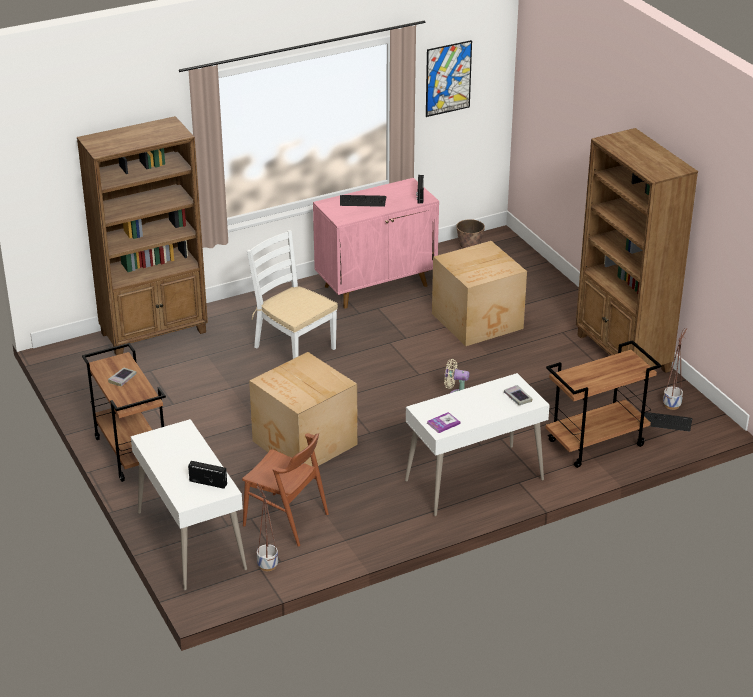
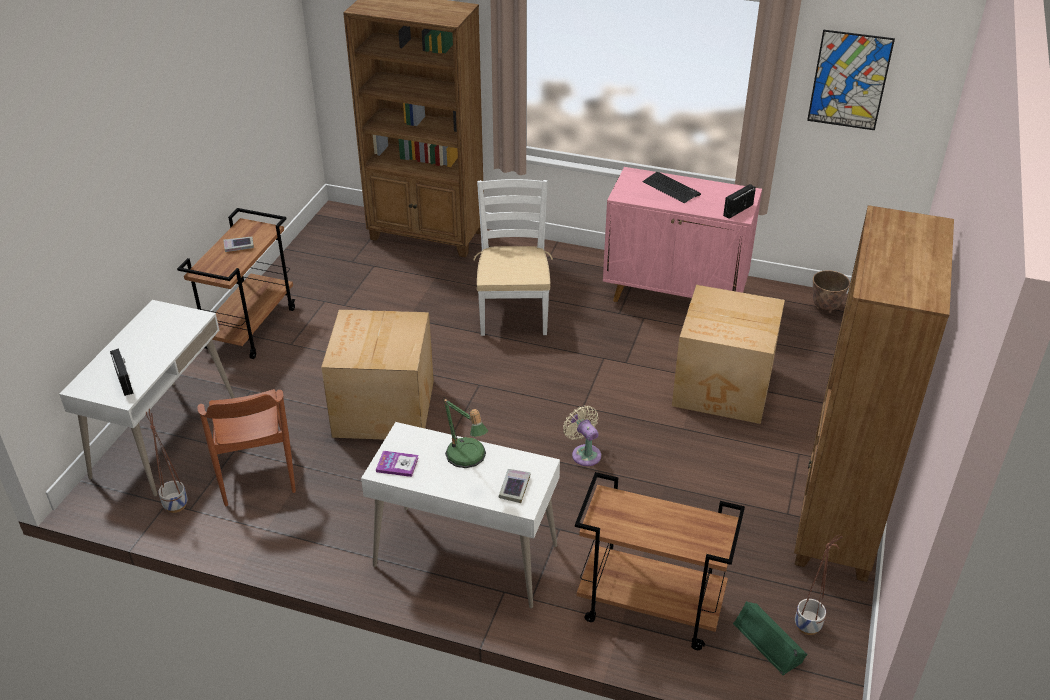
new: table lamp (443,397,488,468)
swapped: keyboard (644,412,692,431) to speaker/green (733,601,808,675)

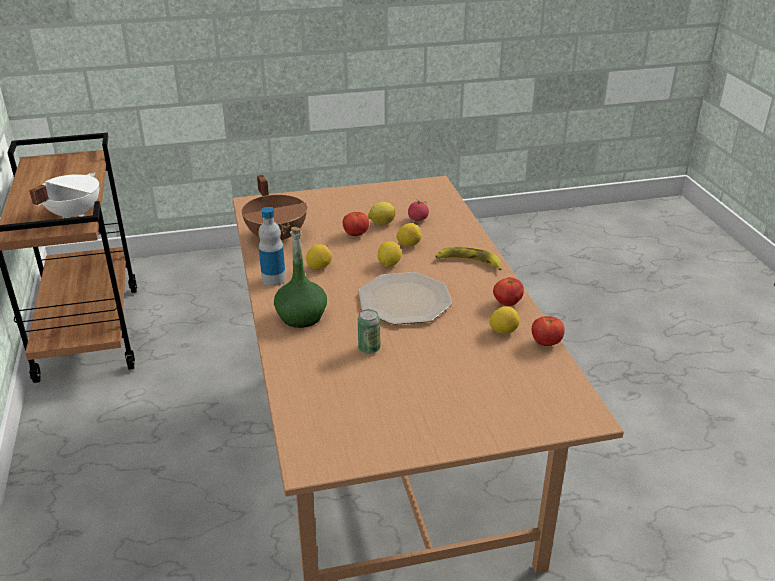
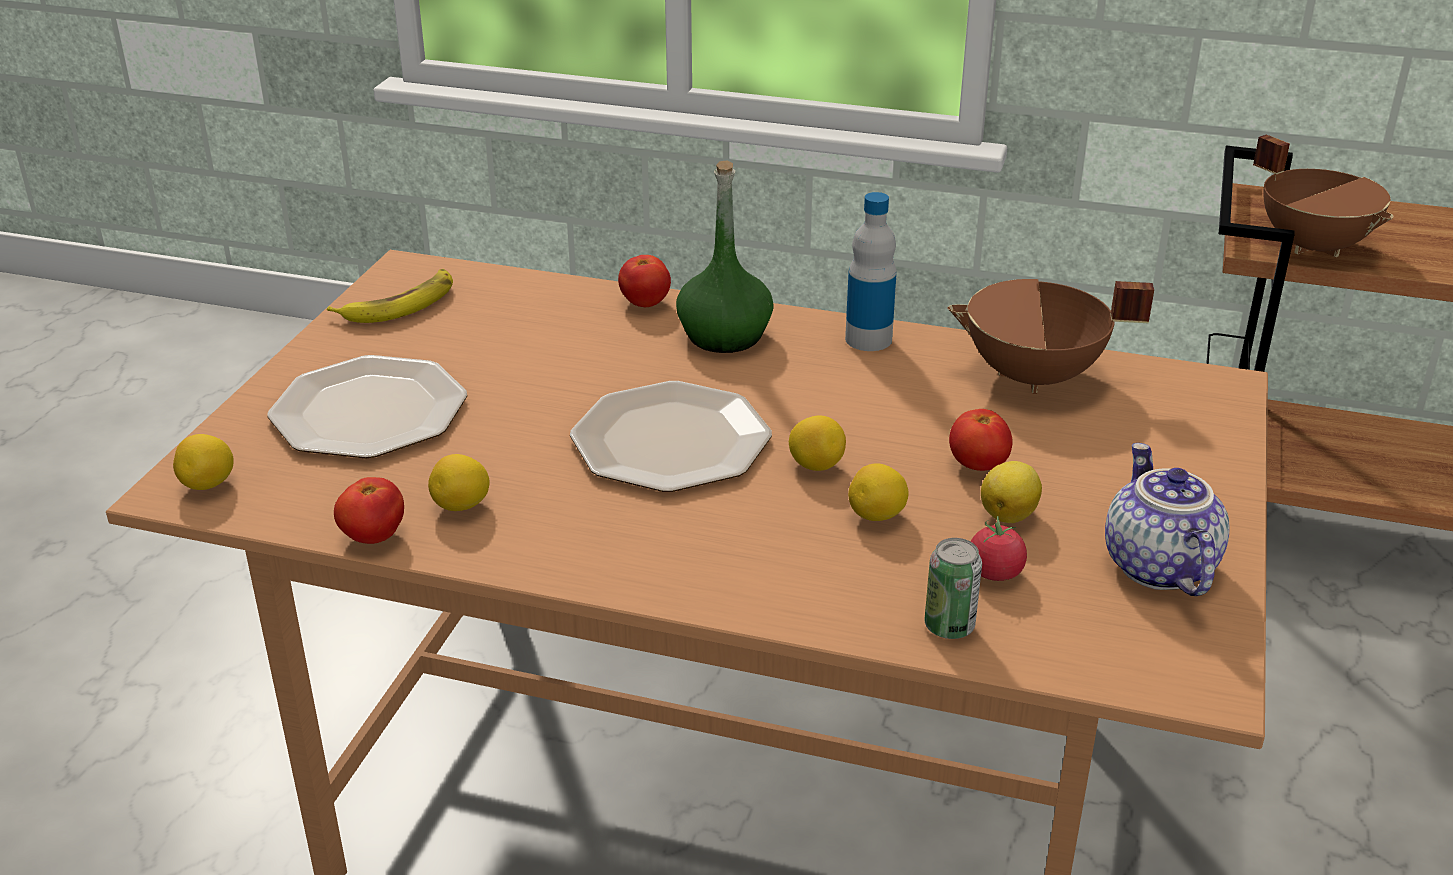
new: plate (267,355,467,459); teapot (1105,443,1230,596)
shifted: lemon (306,244,332,269) to (173,434,234,490); banana (435,246,502,270) to (327,269,453,323); tomato (493,277,524,306) to (618,255,671,307); can (358,309,380,354) to (924,538,982,639)
repainted: cooking pot/white (29,173,99,218) to cooking pot/brown (1253,134,1394,257)

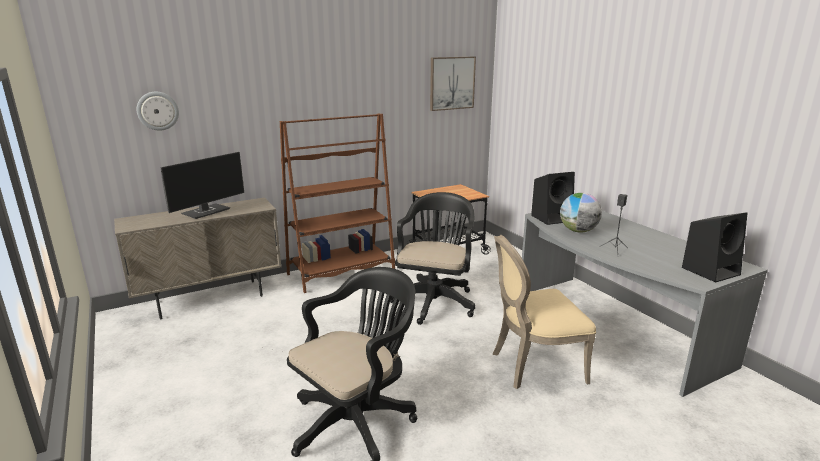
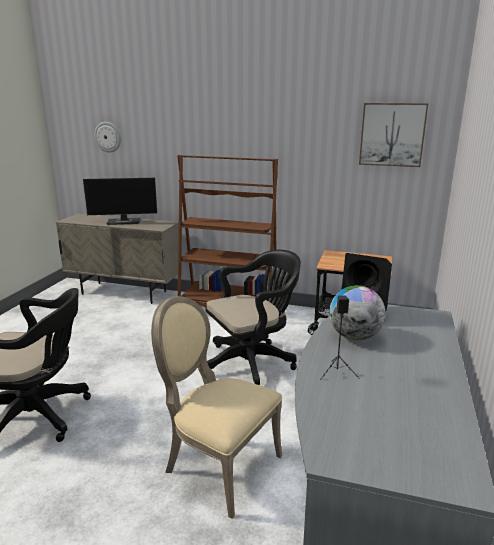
gone: speaker/black (682,212,747,282)

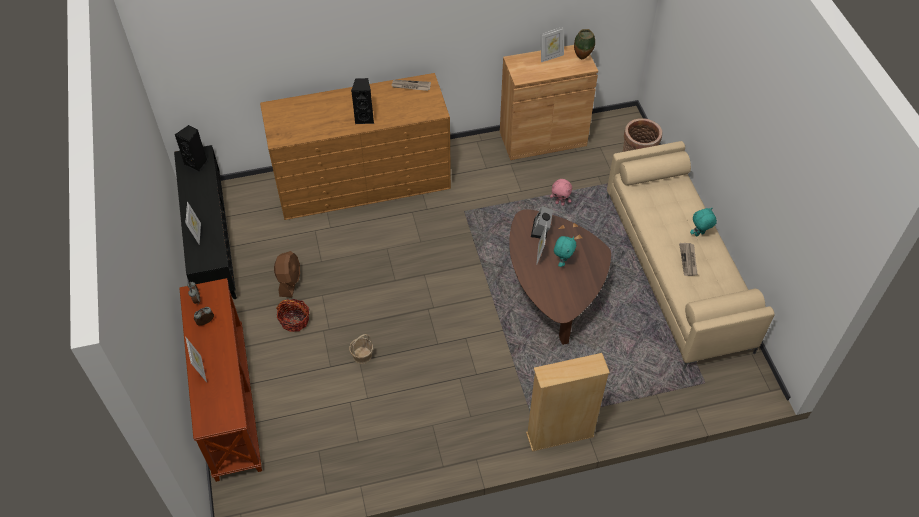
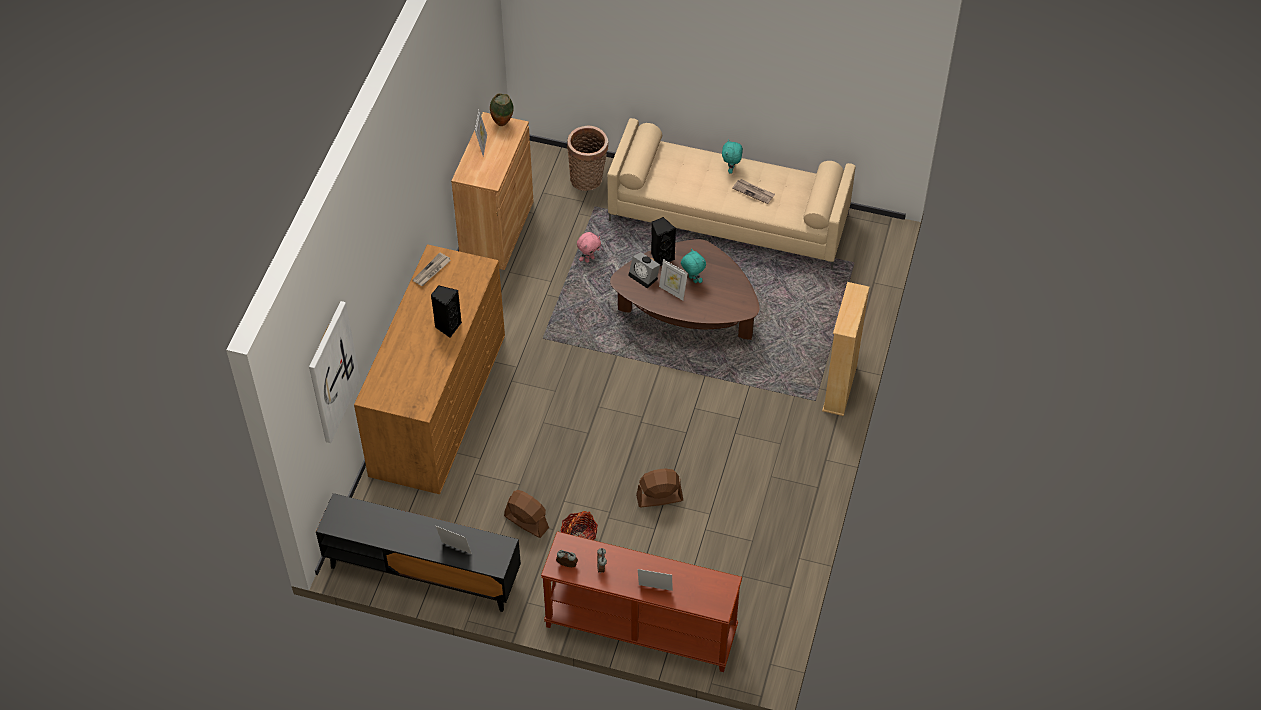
new: picture (309,301,360,443)
shifted: speaker/black (175,125,207,172) to (651,217,676,266)
swapped: basket (349,334,373,364) to fan/brown (636,468,683,507)

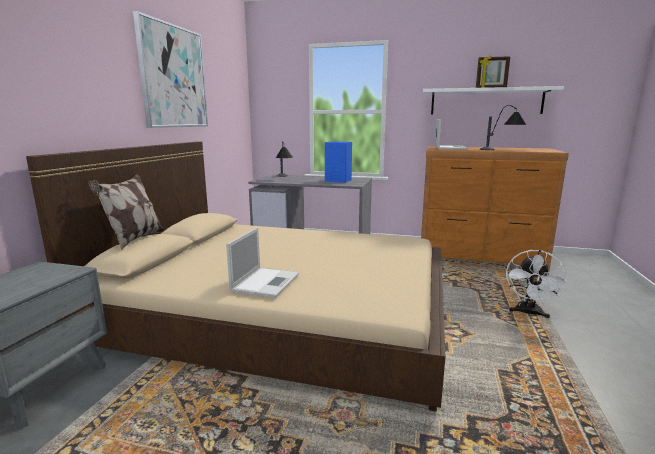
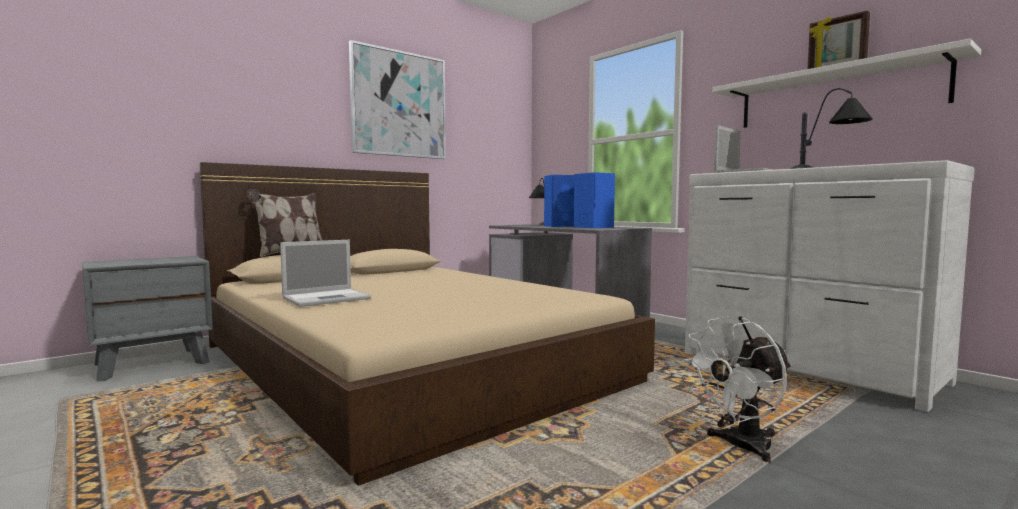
new: speaker/blue (544,175,574,227)
repainted: dresser/brown (421,147,569,271) to dresser/white (685,160,975,412)

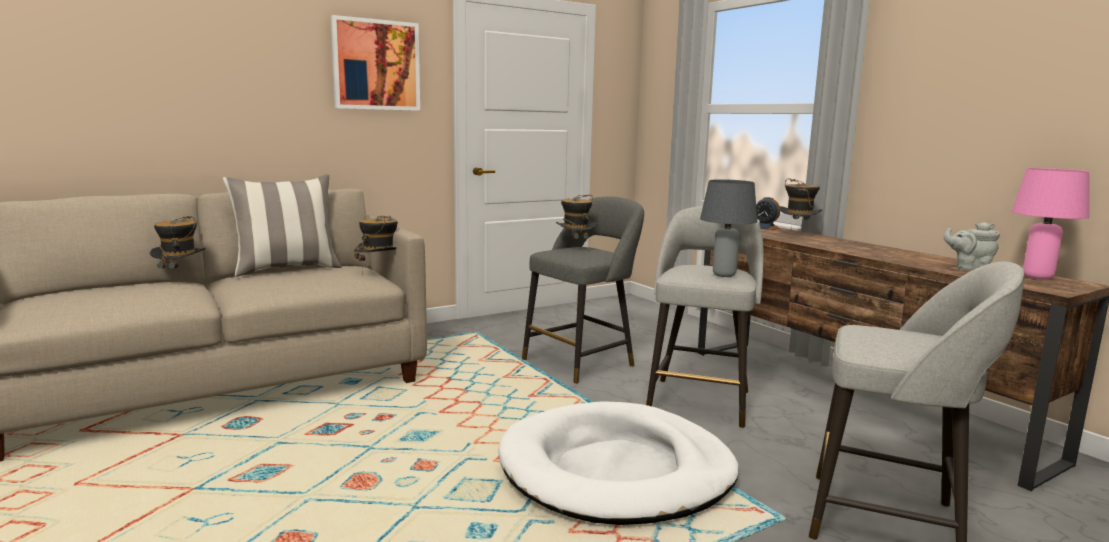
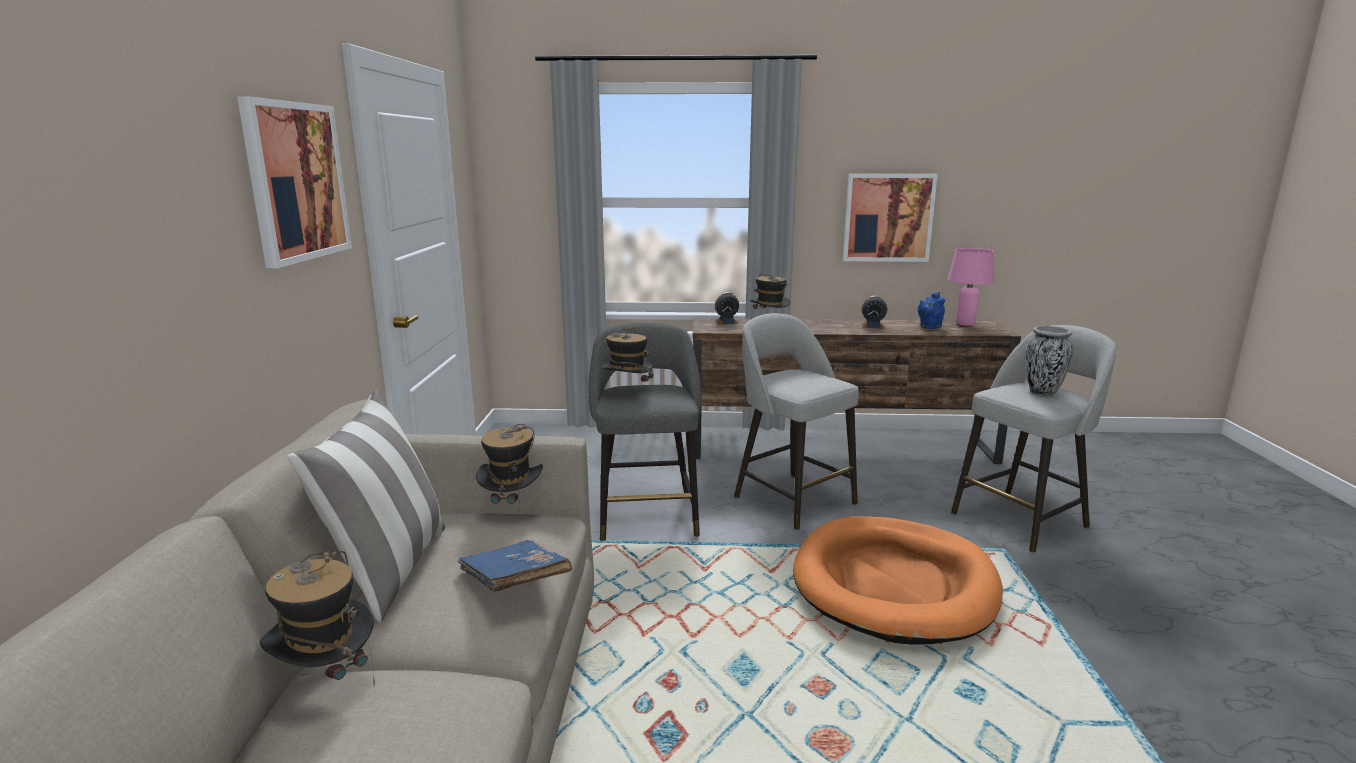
gone: table lamp/grey (700,179,757,277)
new: picture (843,174,938,262); alarm clock (862,296,887,328); vase (1026,326,1074,396); book/blue (458,540,572,592)
repainted: teapot/grey (944,222,1000,270) to teapot/blue (918,292,945,329); dog bed/white (498,401,739,525) to dog bed/orange (793,516,1003,645)

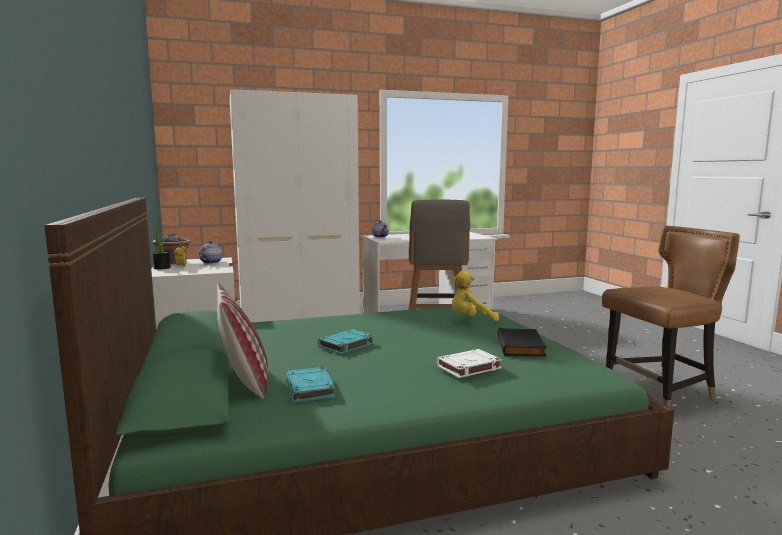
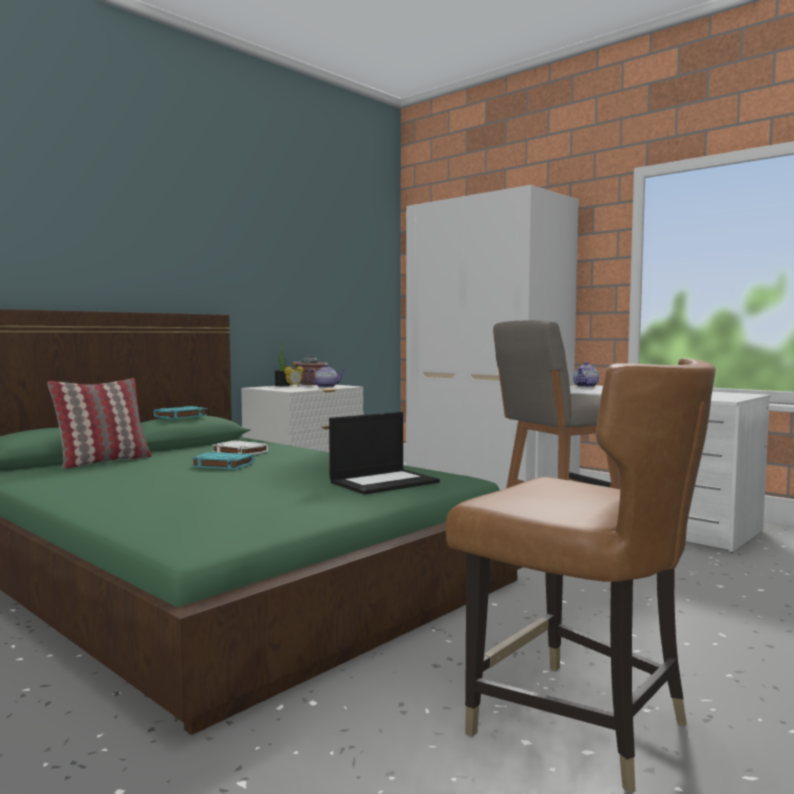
gone: book/black (497,328,547,356)
shifted: book/white (436,349,502,378) to (212,440,269,455); book/turquoise (286,367,335,402) to (154,406,207,419)
swapped: plush toy/yellow (452,271,499,321) to laptop (329,412,440,495)

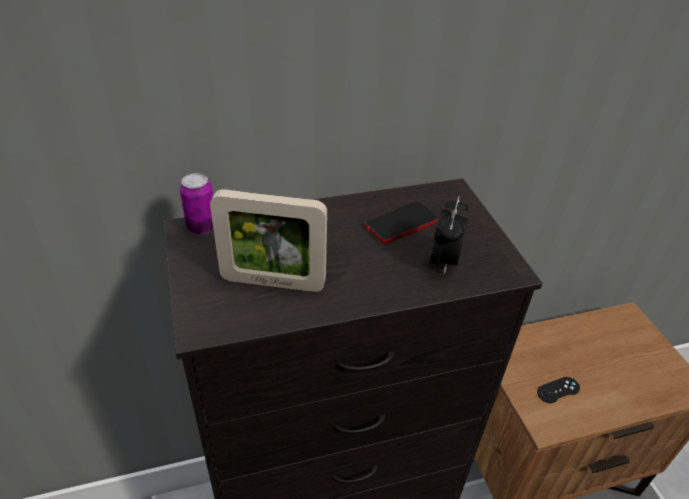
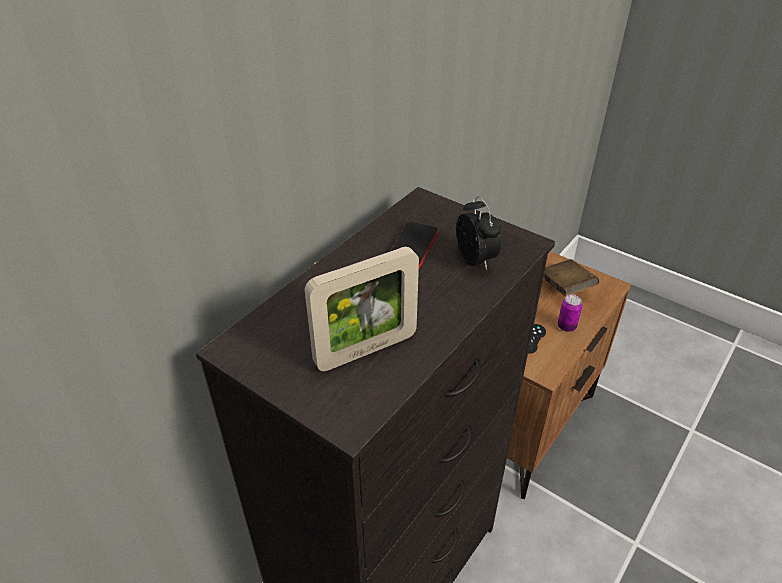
new: book/brown (543,259,599,297)
shifted: can (180,173,213,234) to (558,295,583,332)

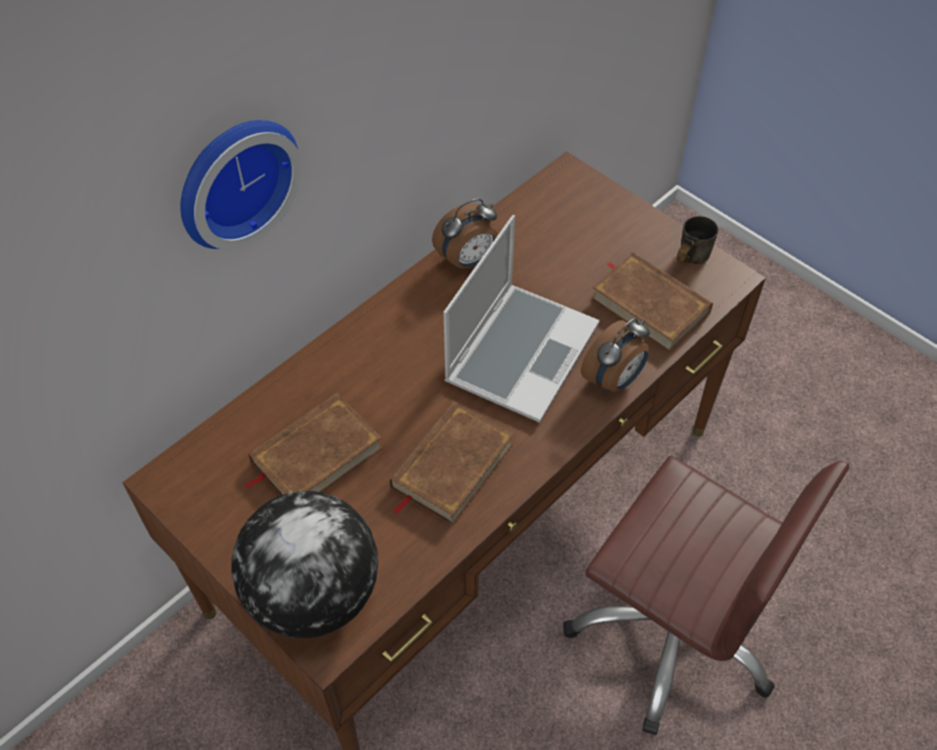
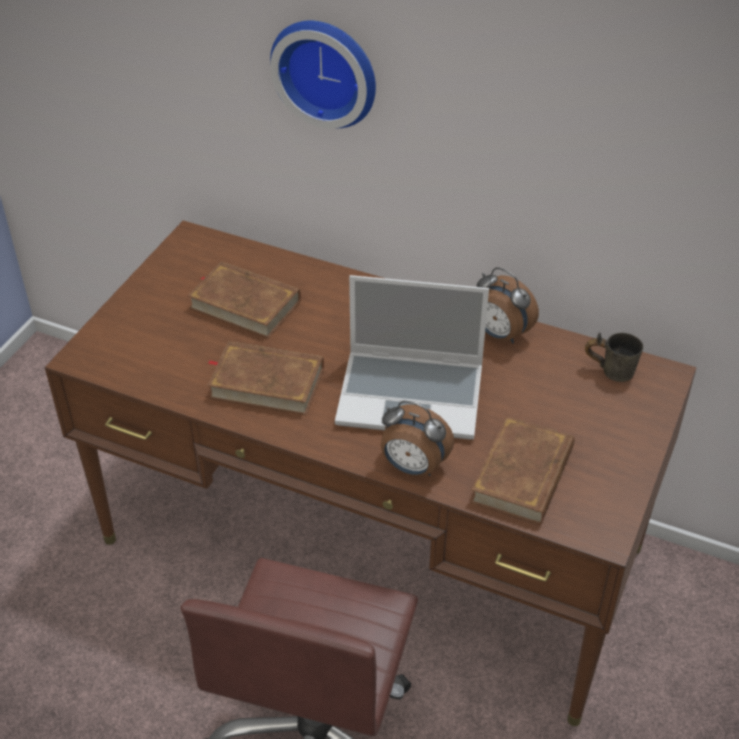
gone: globe (231,491,378,638)
shifted: mug/grey (676,216,718,264) to (585,332,643,382)

